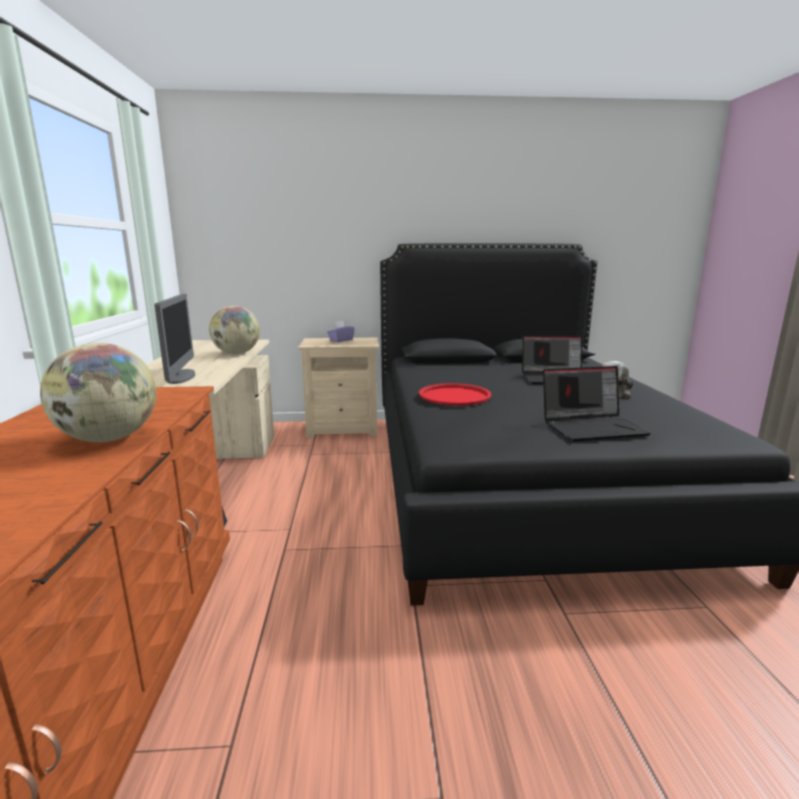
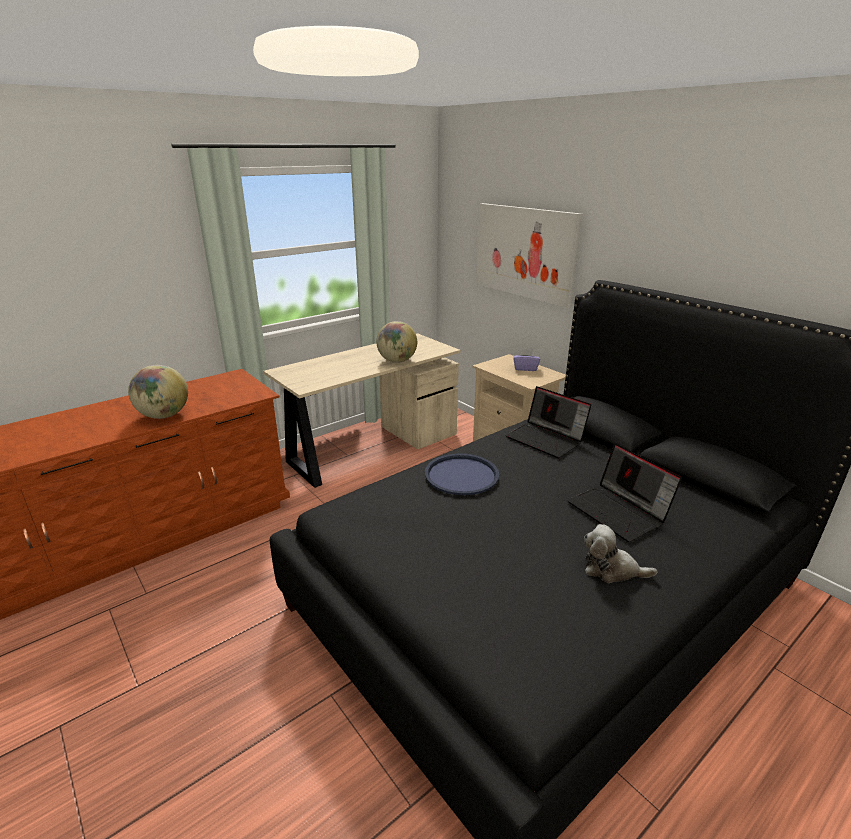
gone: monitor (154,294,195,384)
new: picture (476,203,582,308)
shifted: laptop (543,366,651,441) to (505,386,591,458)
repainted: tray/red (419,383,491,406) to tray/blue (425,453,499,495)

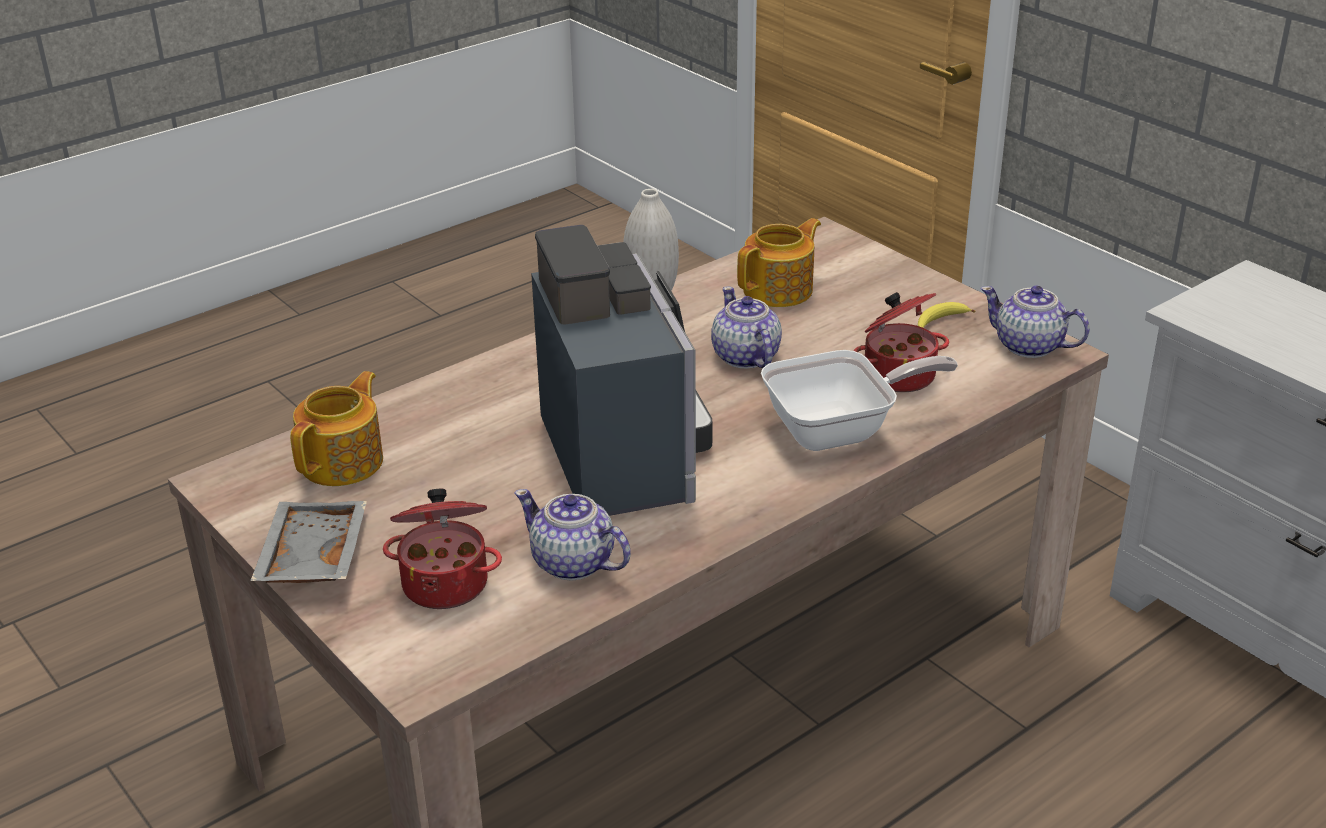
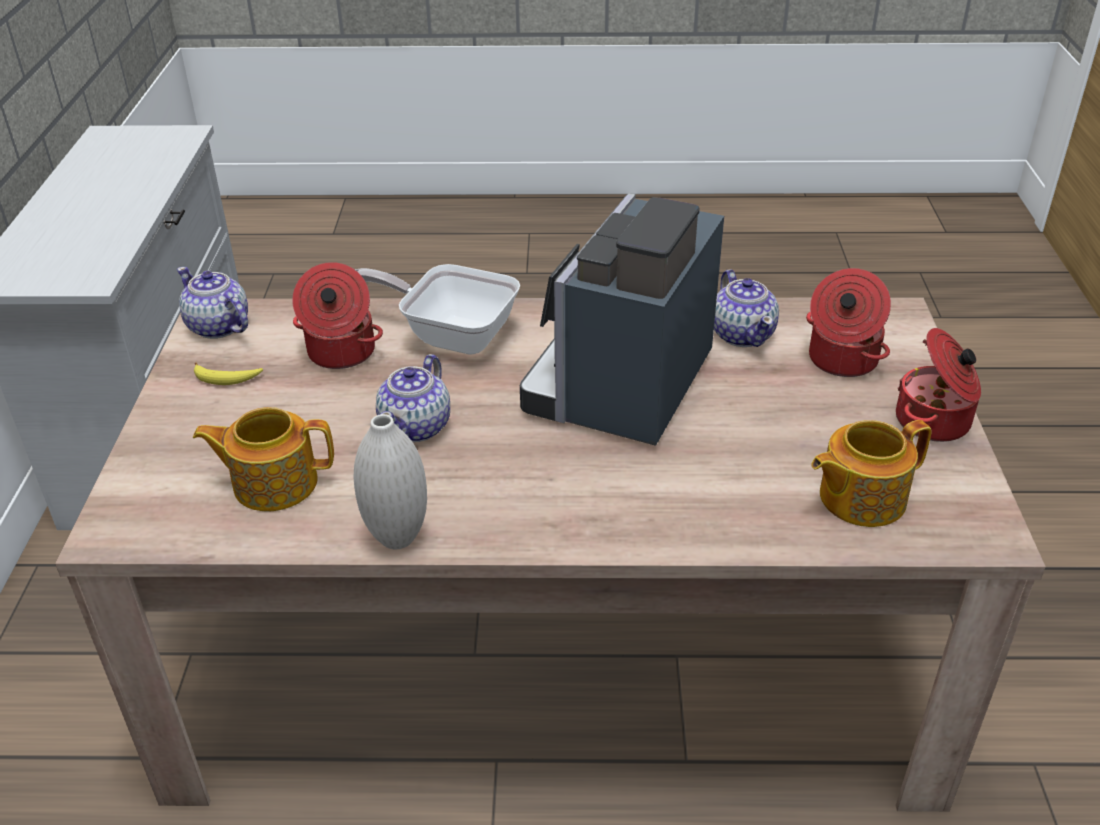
swapped: tray/grey (250,501,367,583) to cooking pot (896,328,981,442)
rotated: teapot (980,286,1090,358) = (177,267,248,339) 150 degrees clockwise

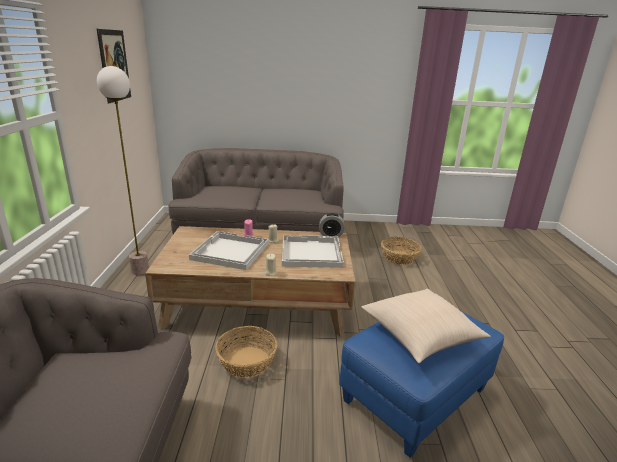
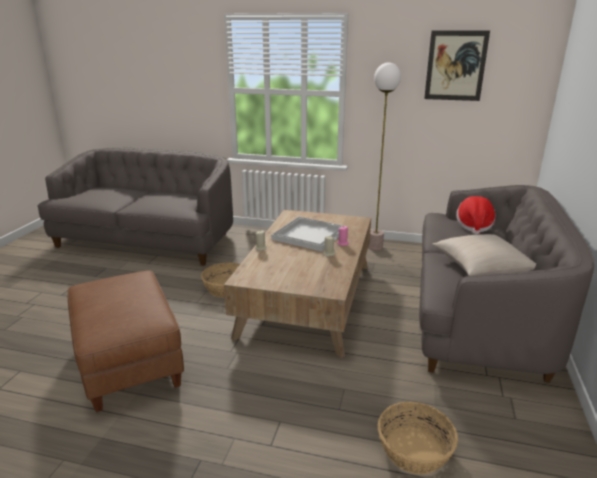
gone: alarm clock (319,213,345,237); tray/white (282,235,344,268)
new: hat (456,196,495,234)
shifted: pillow/beige (361,289,491,363) to (432,234,536,276)
repainted: ottoman/blue (339,312,504,458) to ottoman/brown (68,270,184,412)

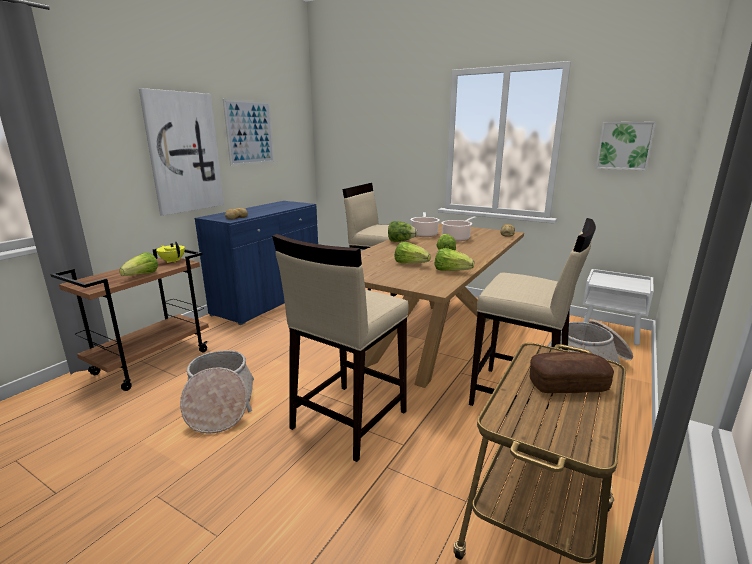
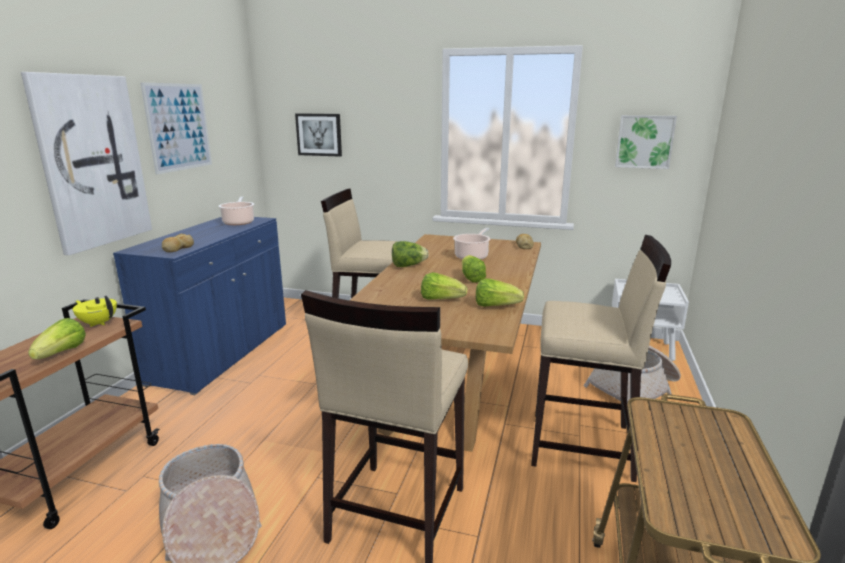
gone: bread (529,352,614,393)
new: picture (295,114,342,157)
shifted: cooking pot (410,212,440,237) to (218,196,254,225)

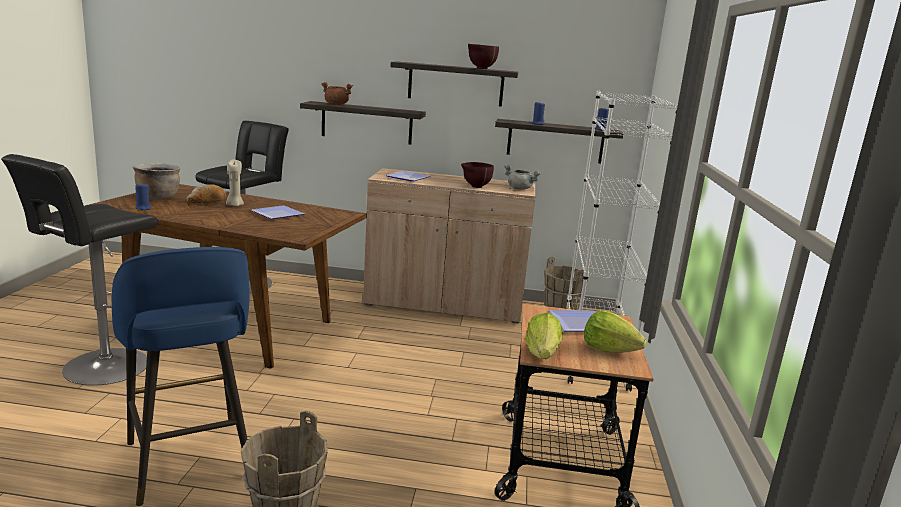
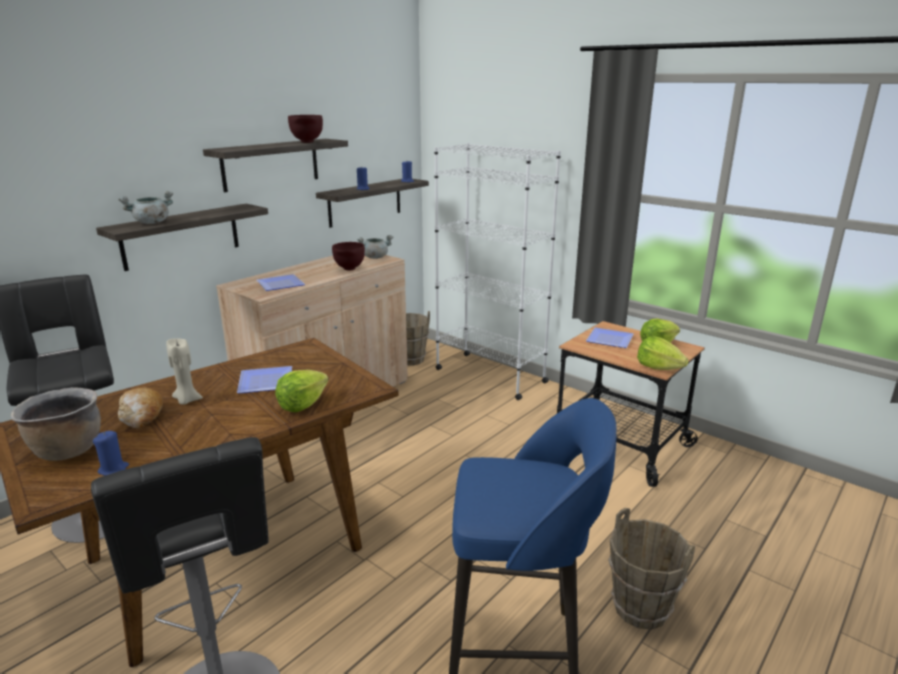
new: lettuce (275,370,329,412)
repainted: cooking pot/brown (321,82,353,105) to cooking pot/grey (118,191,173,224)

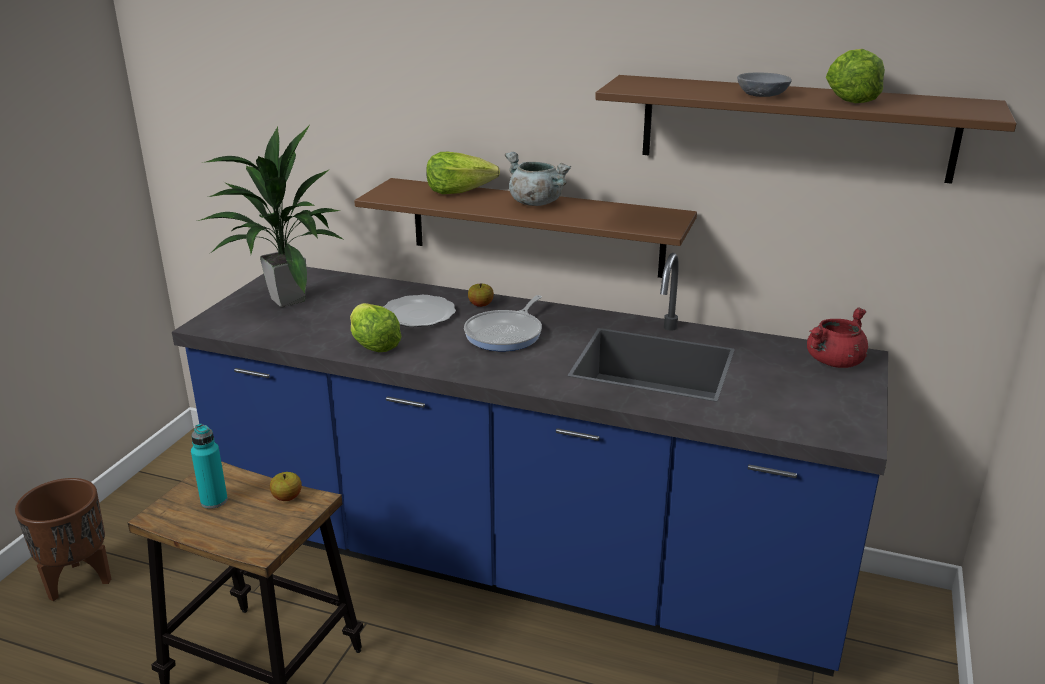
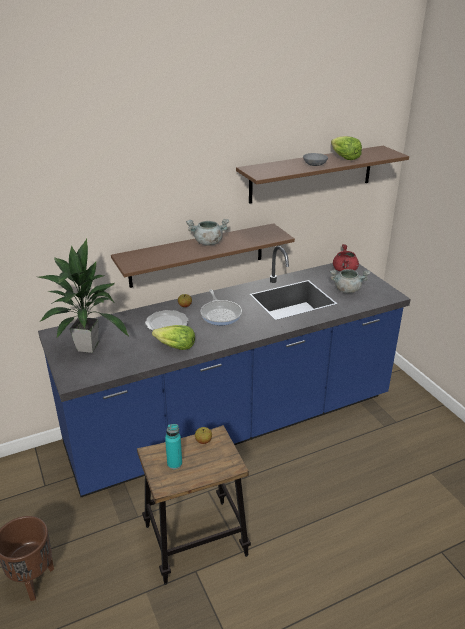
gone: lettuce (426,152,500,194)
new: cooking pot/grey (330,269,370,293)

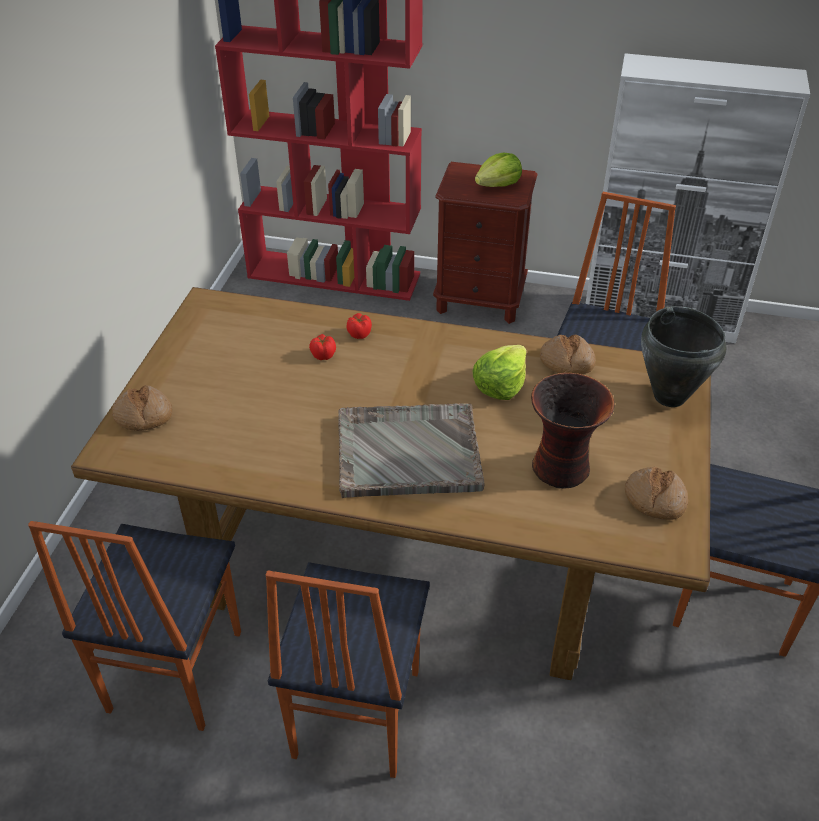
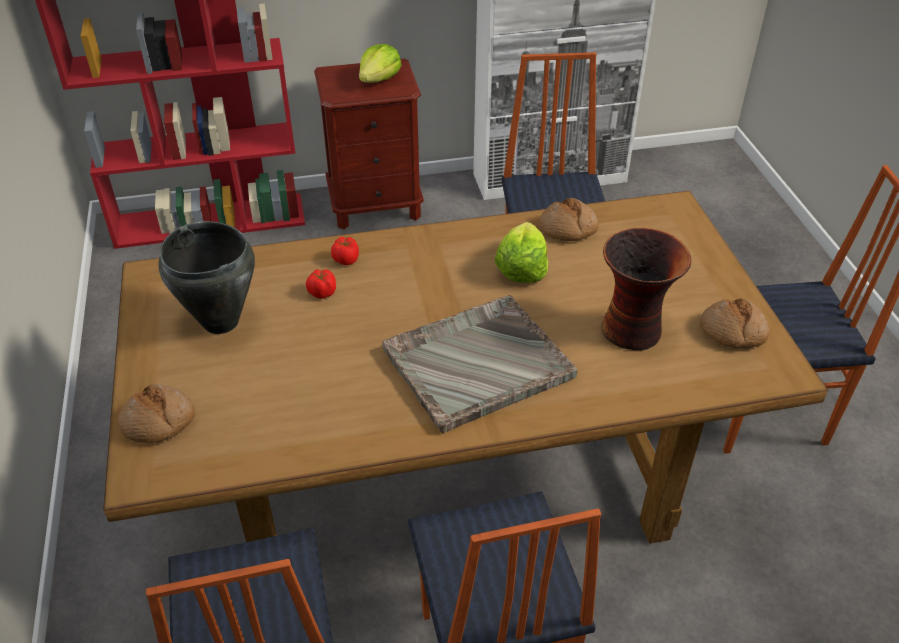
shifted: cooking pot/black (641,306,726,407) to (158,221,255,334)

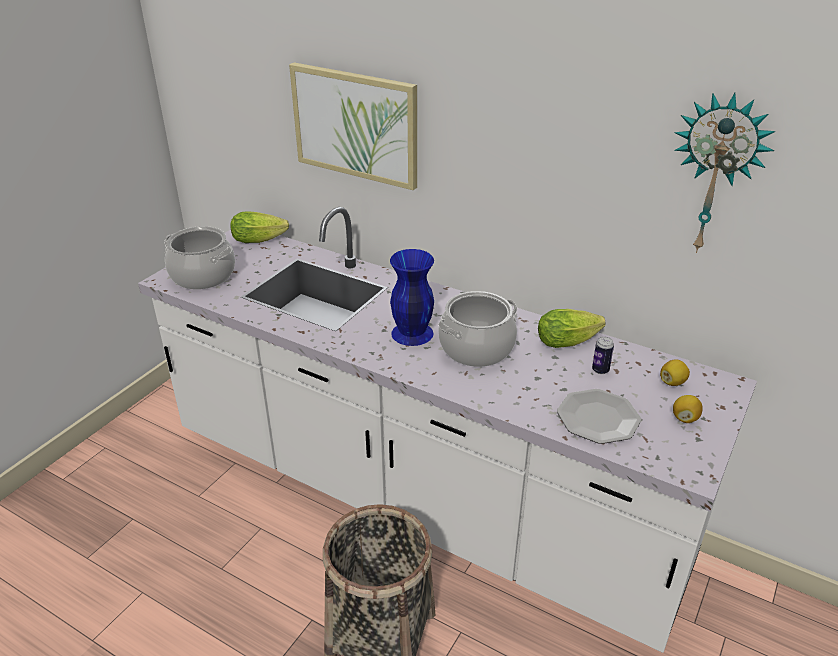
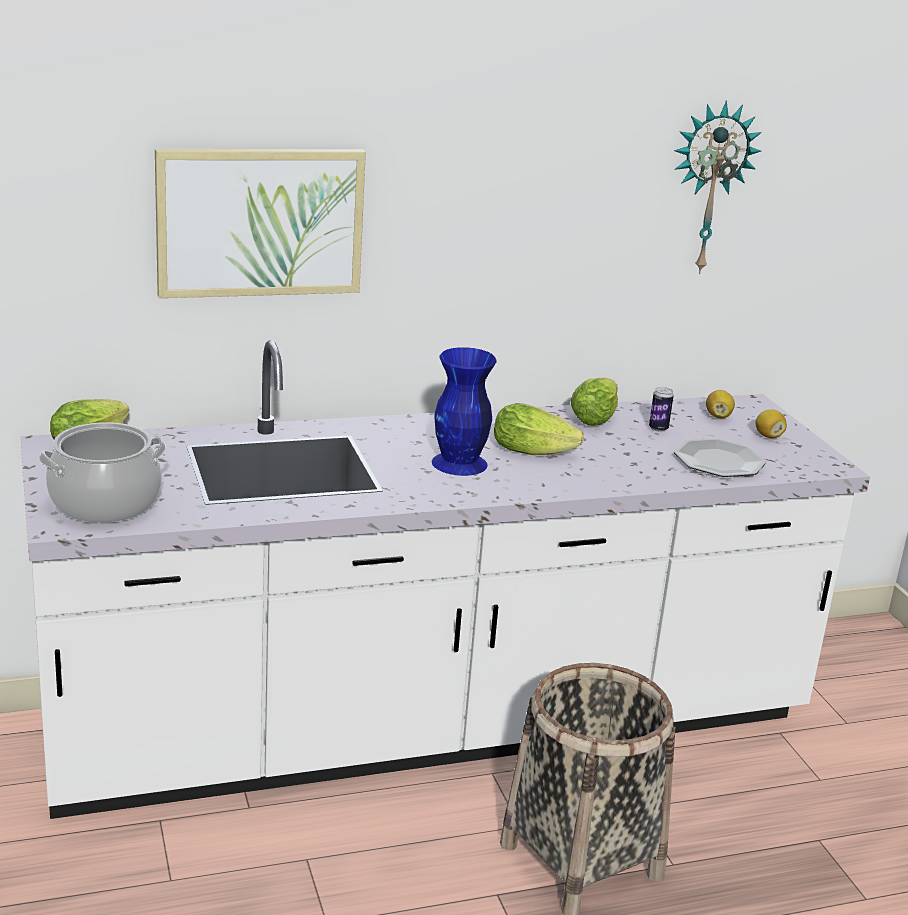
swapped: cooking pot (438,291,517,367) to lettuce (494,403,584,455)

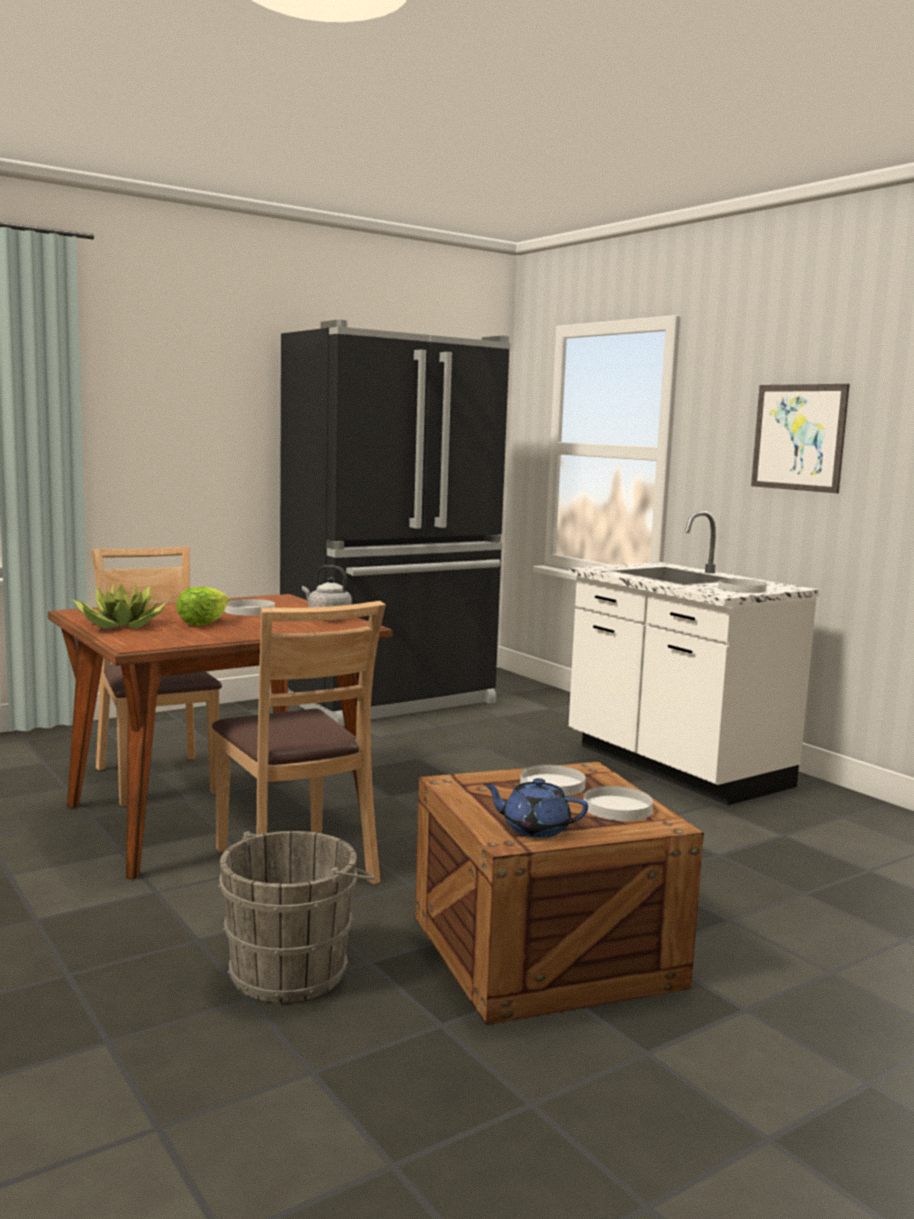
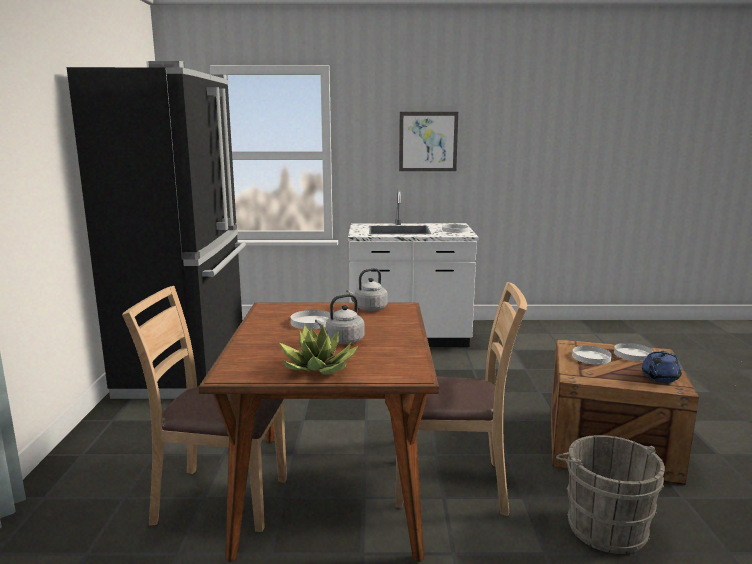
swapped: lettuce (176,587,230,626) to kettle/grey (315,294,365,344)

